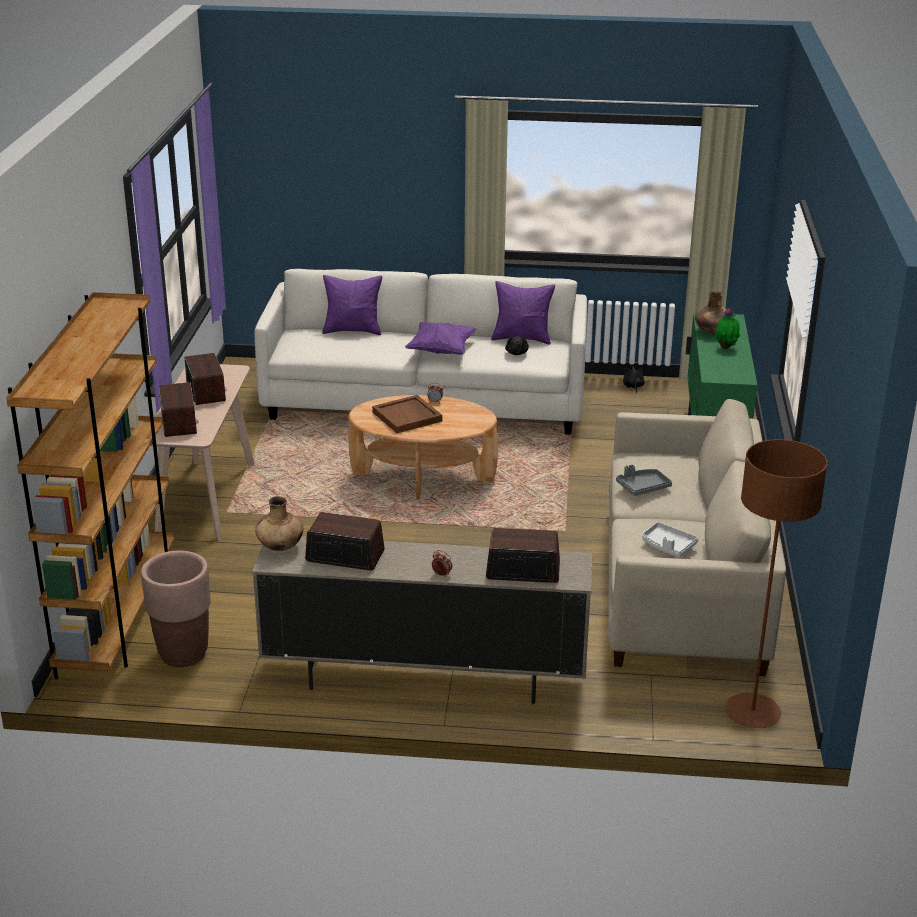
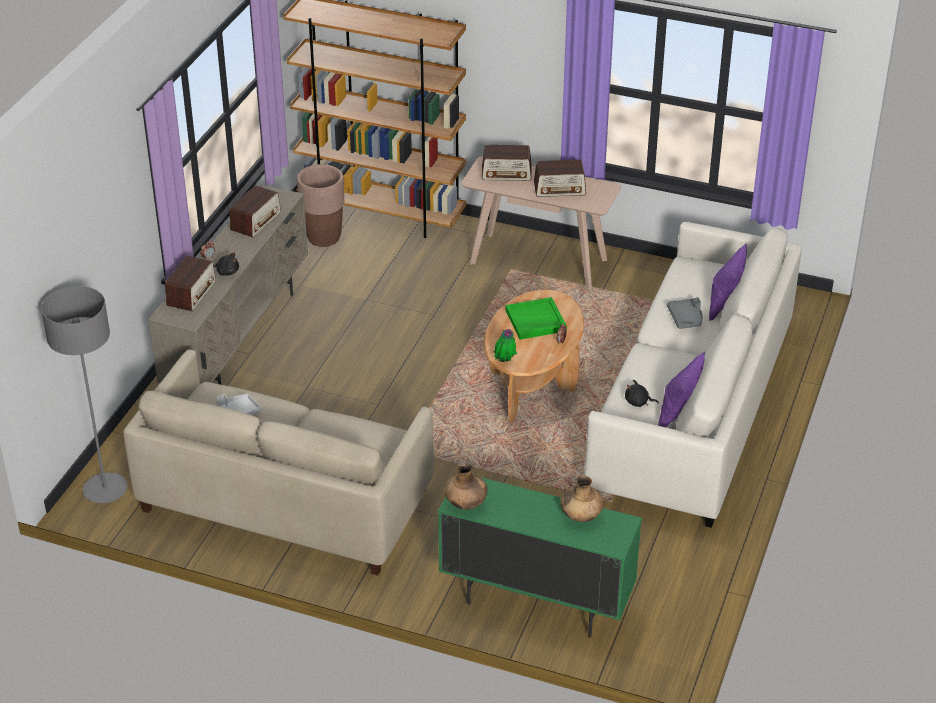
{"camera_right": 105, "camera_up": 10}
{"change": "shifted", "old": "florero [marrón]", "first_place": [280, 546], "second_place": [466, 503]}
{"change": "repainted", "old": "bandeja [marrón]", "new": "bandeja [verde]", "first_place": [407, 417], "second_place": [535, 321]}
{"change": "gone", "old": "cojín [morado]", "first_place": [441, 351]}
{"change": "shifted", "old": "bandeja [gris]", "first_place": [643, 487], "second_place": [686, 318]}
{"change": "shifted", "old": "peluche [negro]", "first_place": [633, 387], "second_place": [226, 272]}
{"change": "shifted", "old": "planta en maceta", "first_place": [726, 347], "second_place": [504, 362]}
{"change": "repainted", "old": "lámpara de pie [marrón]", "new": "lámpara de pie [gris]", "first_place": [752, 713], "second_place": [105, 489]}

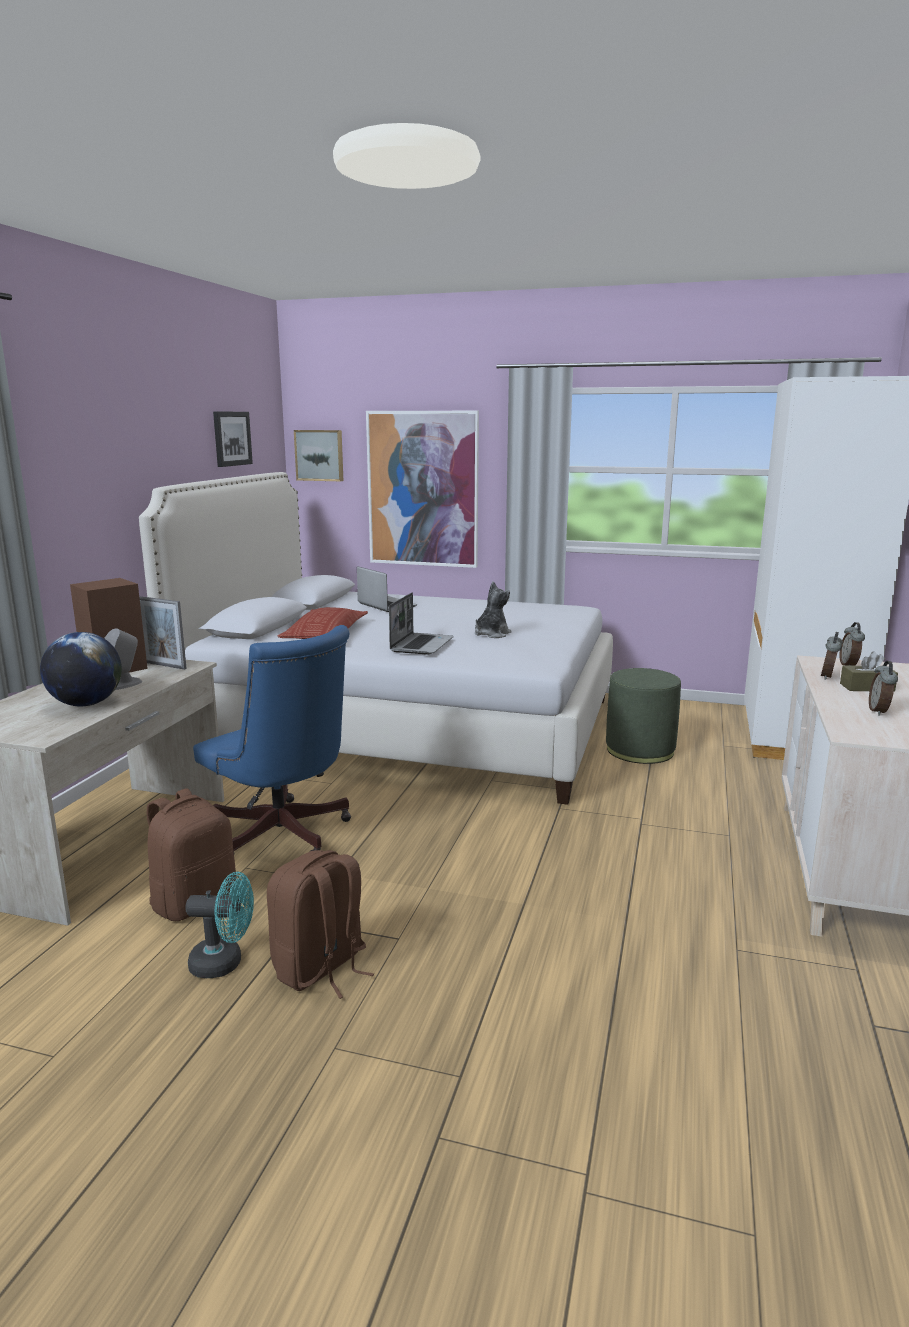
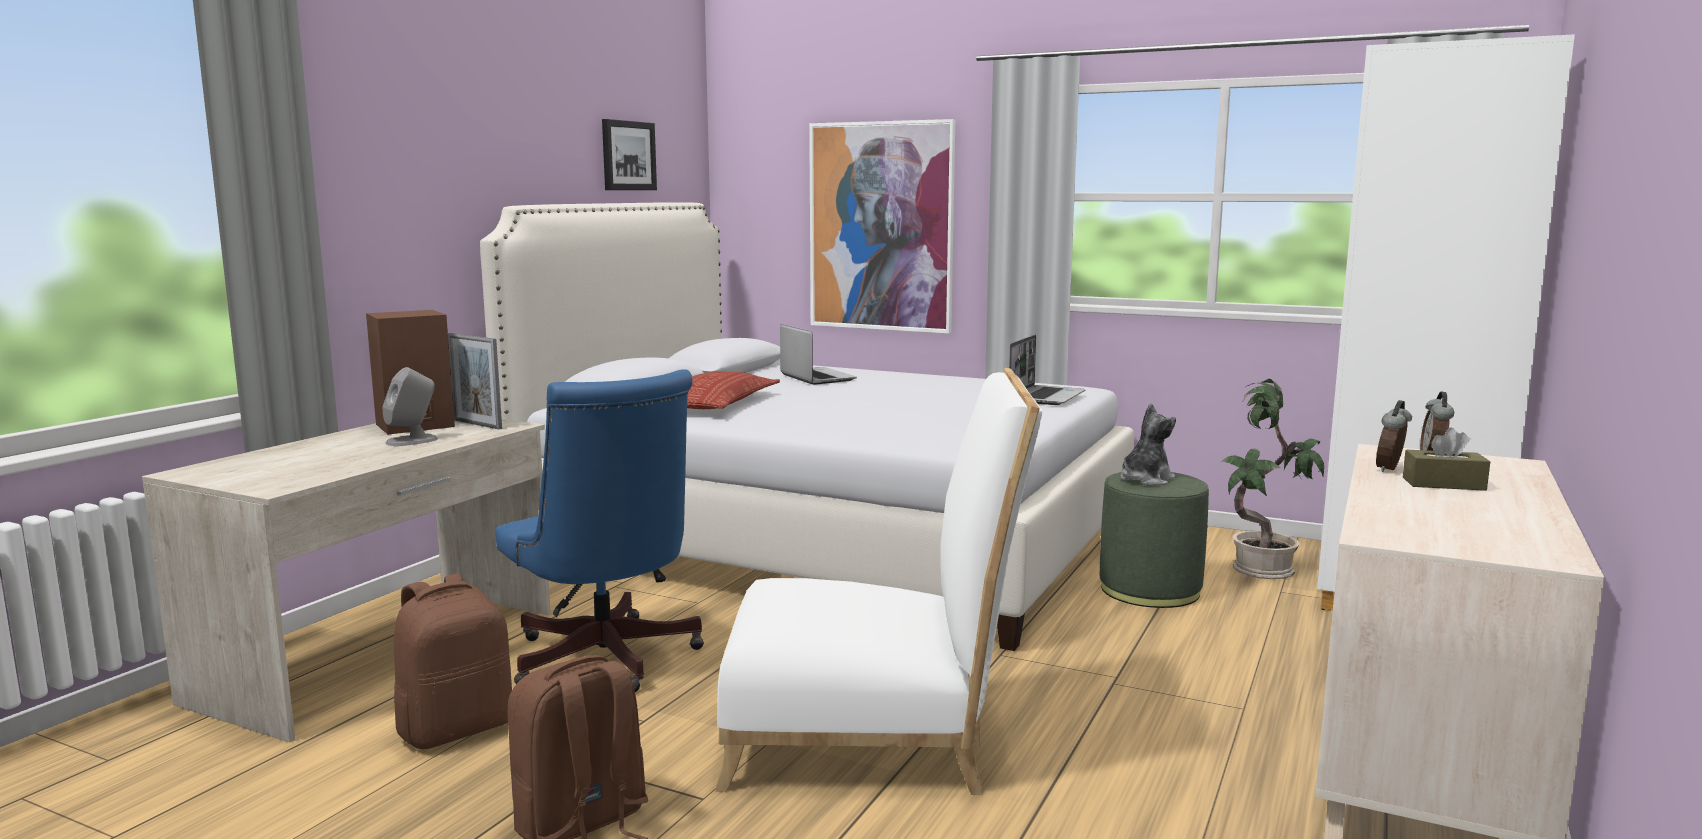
{"camera_right": 10, "camera_up": -5}
{"change": "gone", "old": "globo terráqueo", "first_place": [86, 704]}
{"change": "gone", "old": "ventilador [turquesa]", "first_place": [224, 963]}
{"change": "gone", "old": "cuadro", "first_place": [319, 455]}
{"change": "shifted", "old": "portátil", "first_place": [421, 645], "second_place": [1046, 397]}
{"change": "shifted", "old": "peluche", "first_place": [491, 634], "second_place": [1145, 480]}
{"change": "gone", "old": "despertador", "first_place": [879, 711]}
{"change": "new", "new": "silla [blanco]", "second_place": [873, 737]}
{"change": "new", "new": "planta en maceta", "second_place": [1264, 571]}

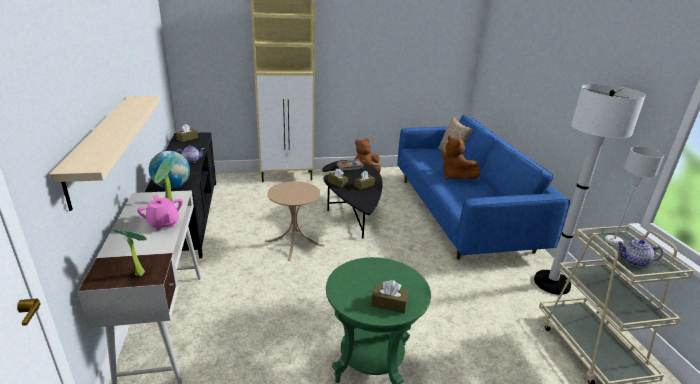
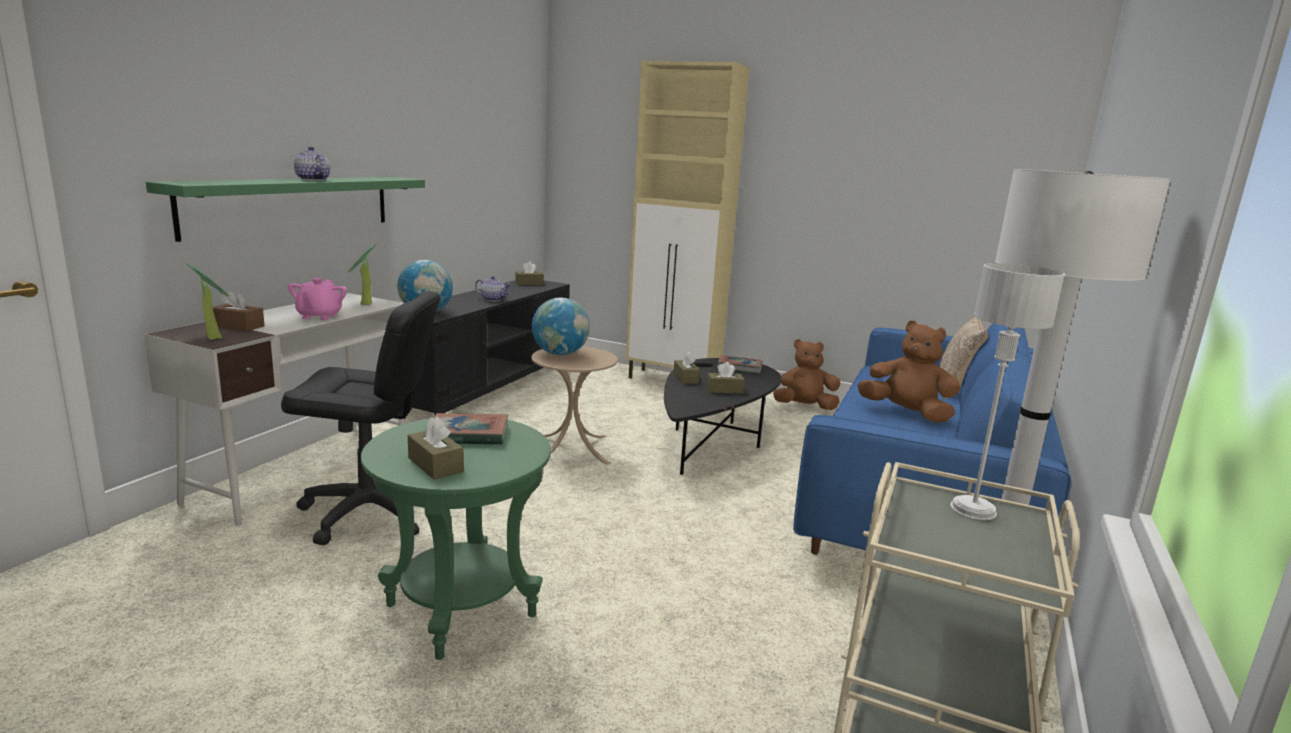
{"camera_right": 35, "camera_up": -10}
{"change": "repainted", "old": "estante [beis]", "new": "estante [verde]", "first_place": [101, 145], "second_place": [292, 204]}
{"change": "rotated", "old": "peluche [marrón]", "first_place": [455, 176], "second_place": [906, 413], "degrees": 120}
{"change": "shifted", "old": "tetera", "first_place": [634, 261], "second_place": [312, 179]}
{"change": "new", "new": "caja de pañuelos [marrón]", "second_place": [238, 326]}
{"change": "new", "new": "silla de oficina [negro]", "second_place": [370, 512]}
{"change": "new", "new": "libro", "second_place": [468, 435]}
{"change": "new", "new": "globo terráqueo", "second_place": [560, 354]}

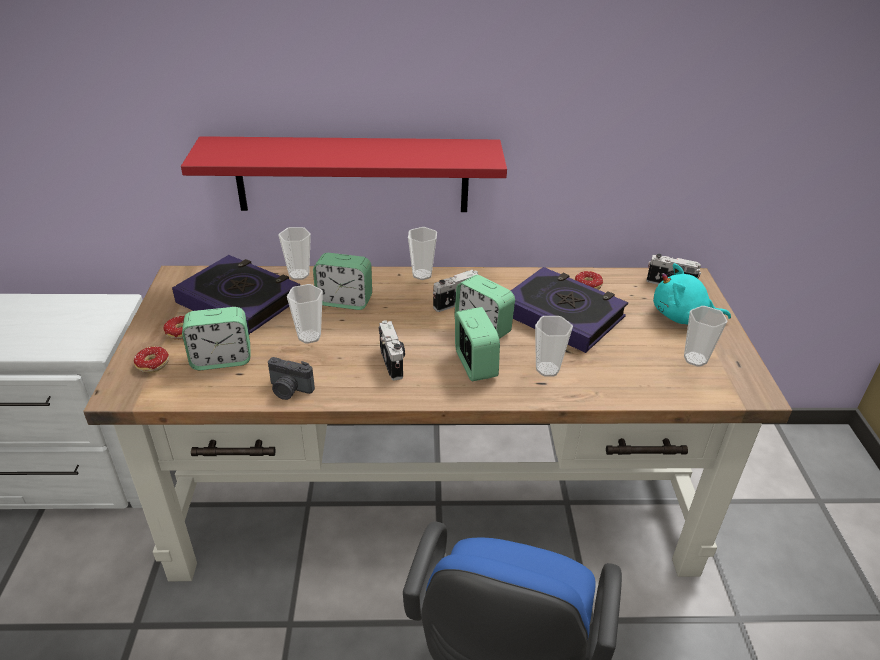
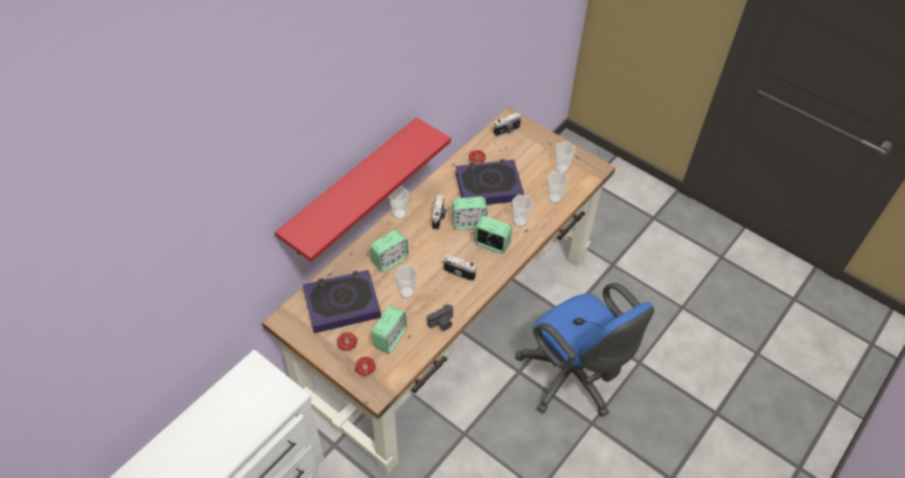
{"camera_right": -50, "camera_up": 15}
{"change": "shifted", "old": "taza", "first_place": [299, 274], "second_place": [554, 198]}
{"change": "gone", "old": "peluche [turquesa]", "first_place": [682, 316]}

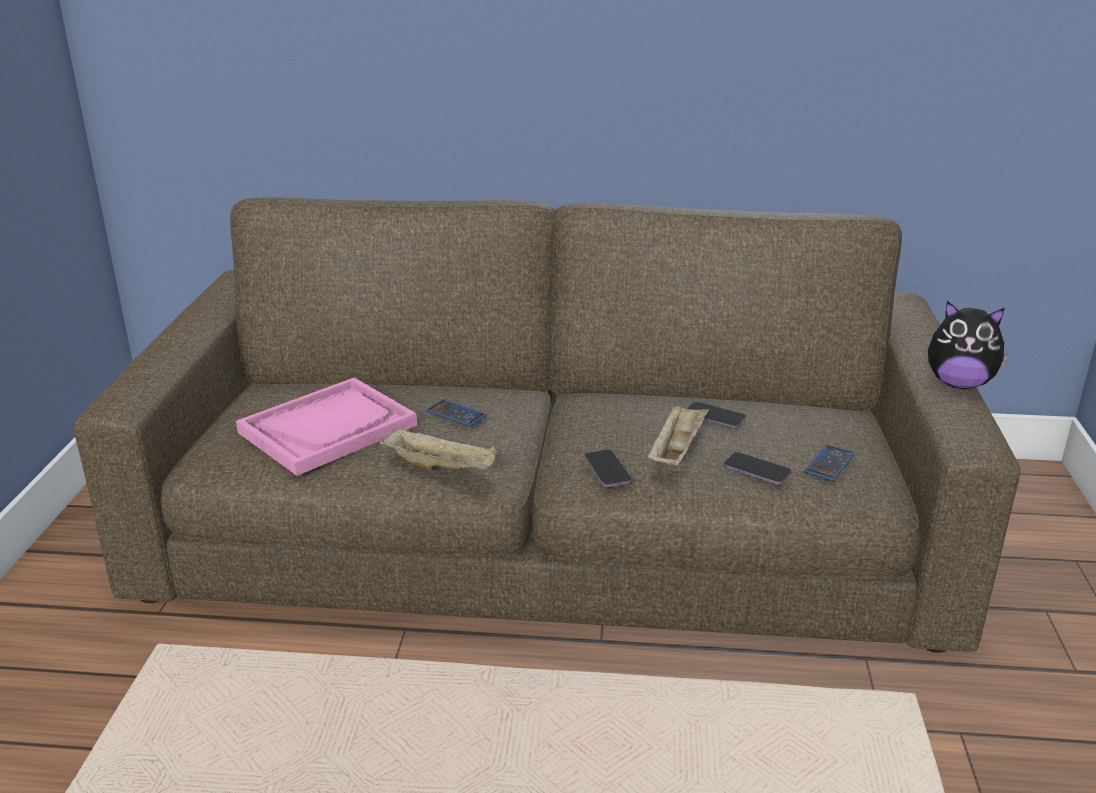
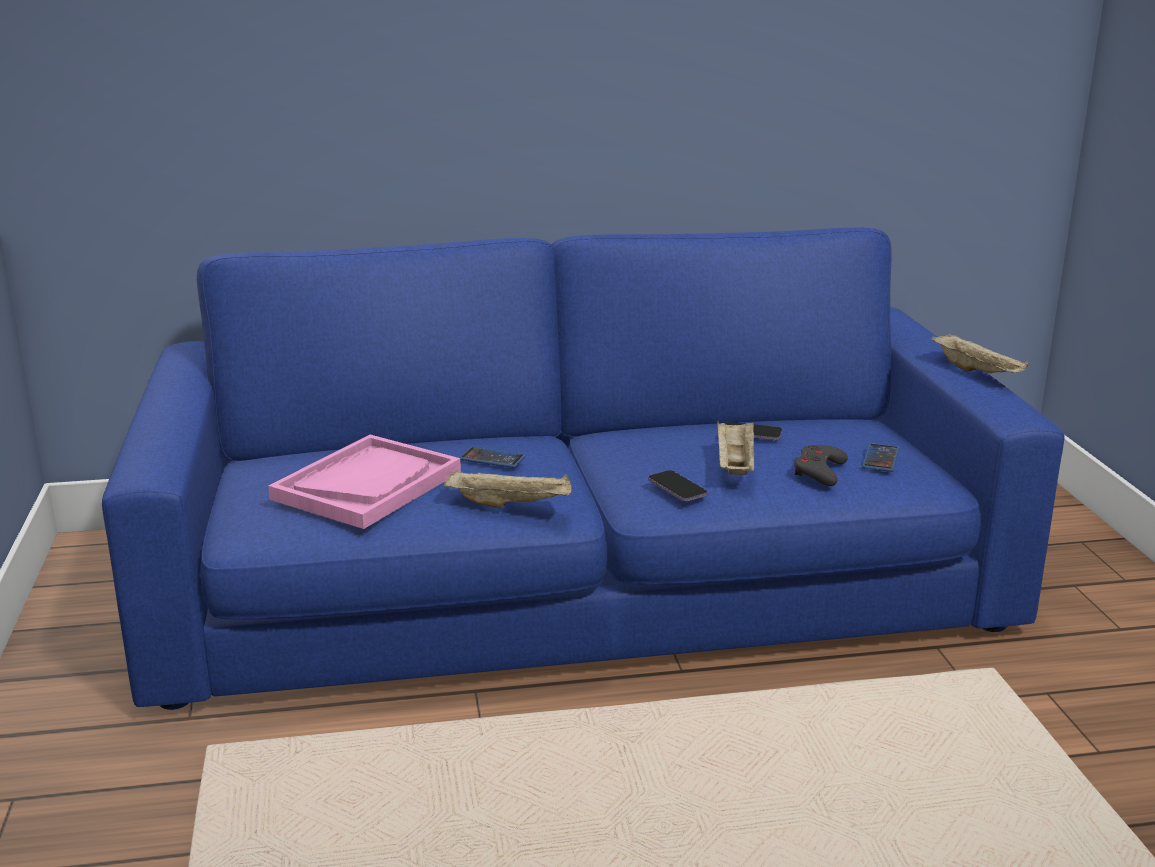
{"camera_right": -15, "camera_up": -5}
{"change": "repainted", "old": "sofá [marrón]", "new": "sofá [azul]", "first_place": [548, 529], "second_place": [577, 582]}
{"change": "swapped", "old": "móvil", "new": "mando de consola [gris]", "first_place": [757, 471], "second_place": [819, 471]}
{"change": "swapped", "old": "peluche", "new": "bandeja [beis]", "first_place": [959, 383], "second_place": [978, 372]}

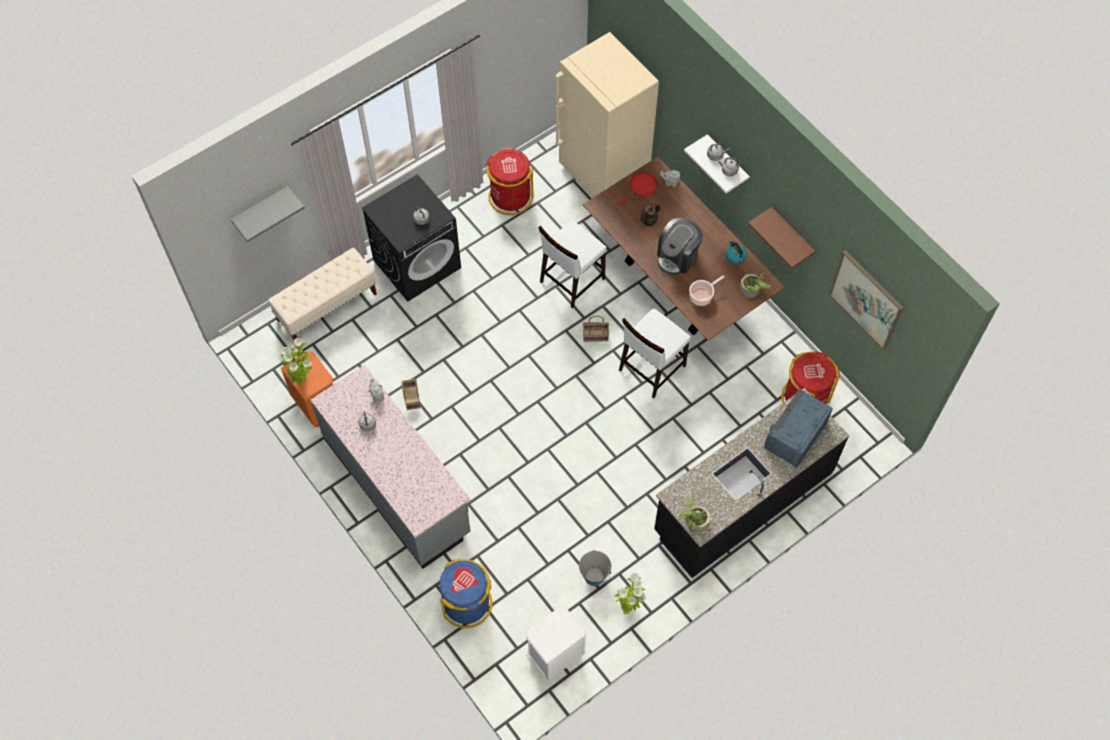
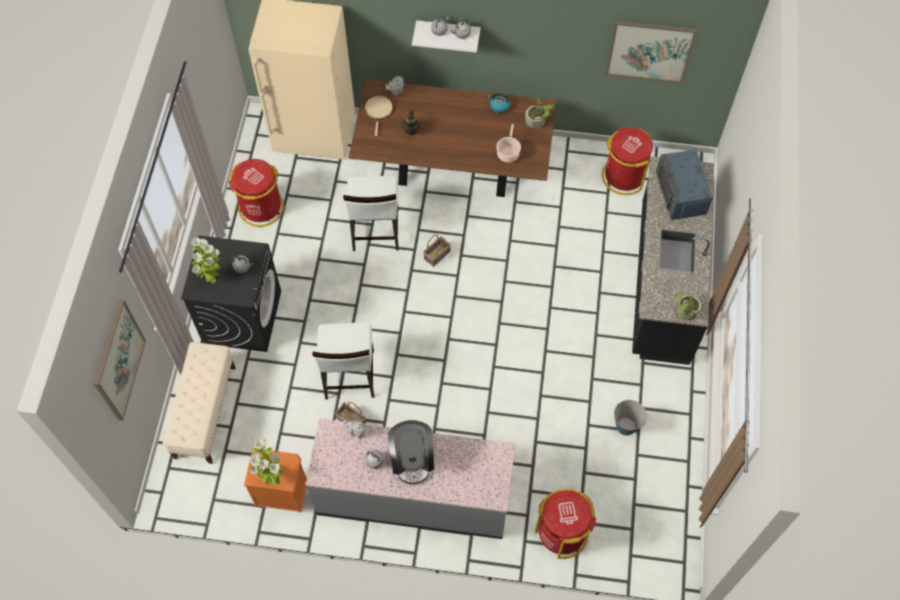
{"camera_right": -45, "camera_up": 0}
{"change": "swapped", "old": "estante [gris]", "new": "cuadro", "first_place": [261, 209], "second_place": [119, 360]}
{"change": "repainted", "old": "papelera [azul]", "new": "papelera [rojo]", "first_place": [467, 603], "second_place": [562, 532]}
{"change": "gone", "old": "mesita de noche [blanco]", "first_place": [554, 656]}
{"change": "shifted", "old": "planta en maceta", "first_place": [628, 606], "second_place": [211, 278]}
{"change": "repainted", "old": "sartén [rojo]", "new": "sartén [beis]", "first_place": [641, 187], "second_place": [378, 111]}
{"change": "shifted", "old": "silla [blanco]", "first_place": [651, 368], "second_place": [349, 375]}
{"change": "shifted", "old": "cafetera", "first_place": [677, 256], "second_place": [412, 459]}
{"change": "gone", "old": "estante [marrón]", "first_place": [791, 235]}

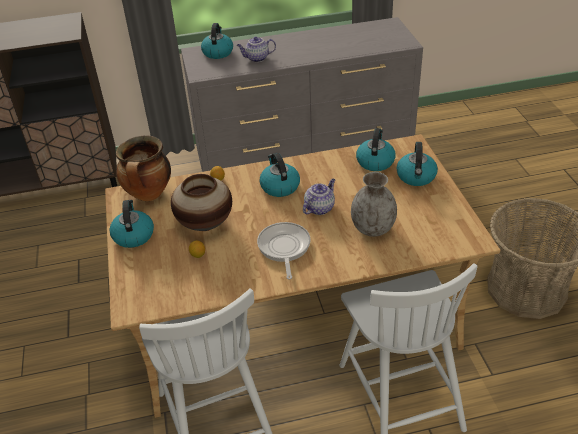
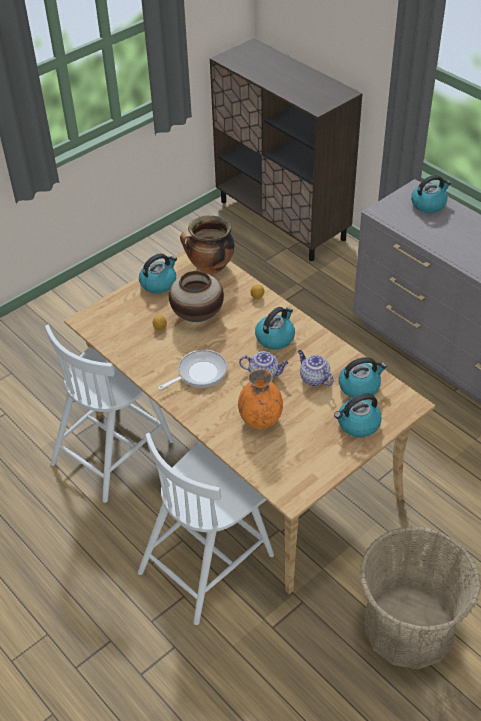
{"camera_right": 60, "camera_up": 5}
{"change": "shifted", "old": "tetera", "first_place": [257, 58], "second_place": [313, 378]}
{"change": "repainted", "old": "florero [gris]", "new": "florero [naranja]", "first_place": [372, 229], "second_place": [260, 419]}

